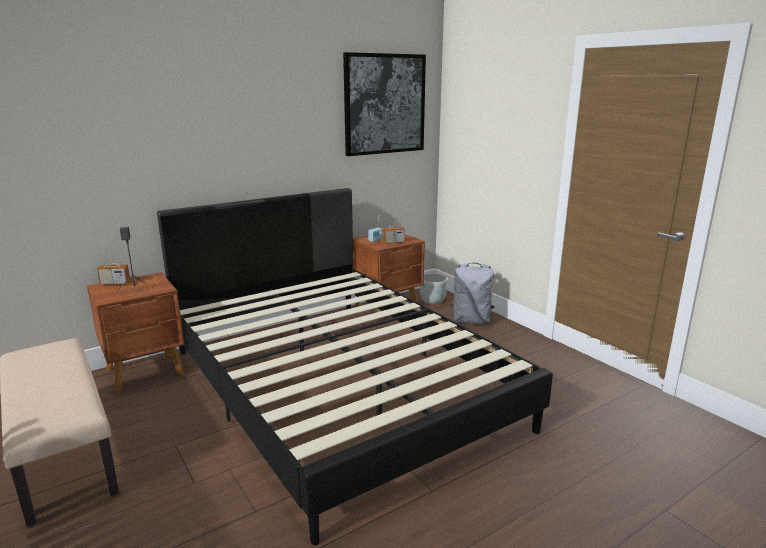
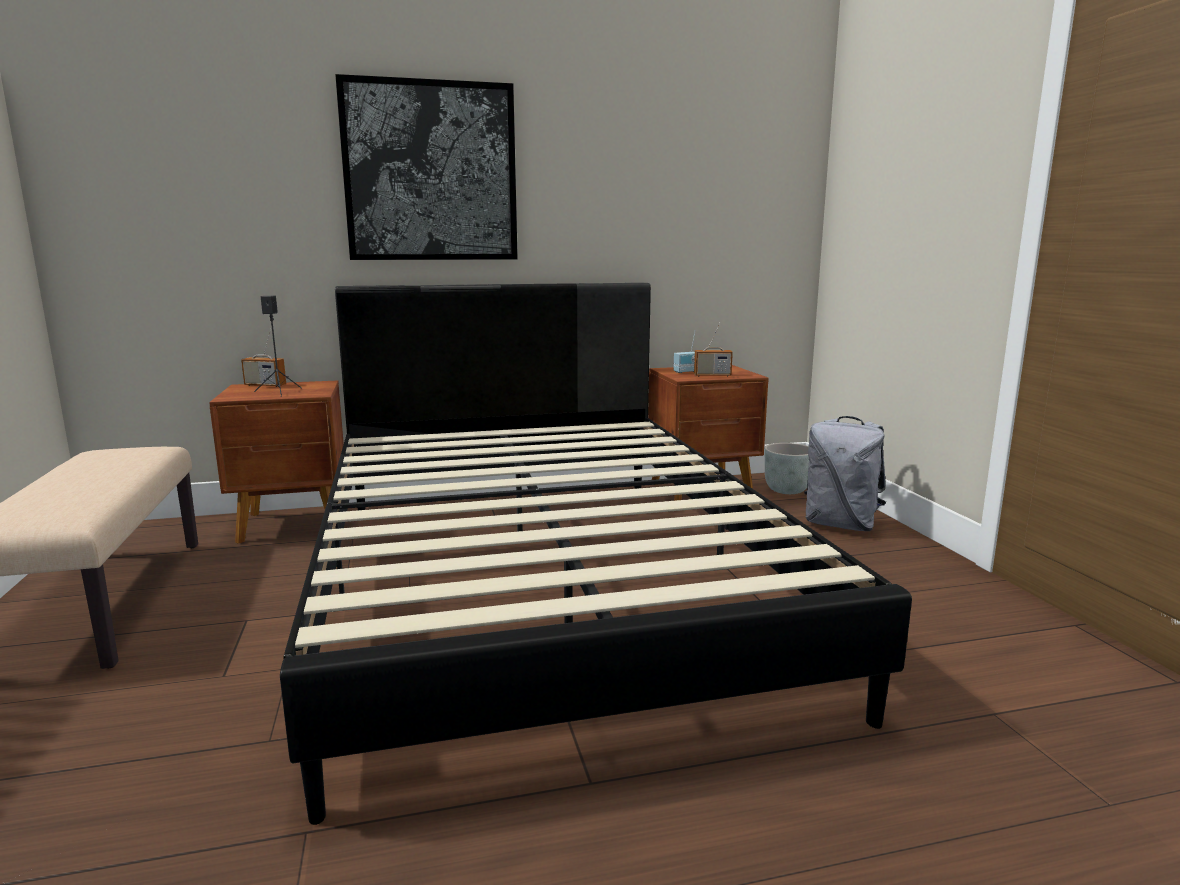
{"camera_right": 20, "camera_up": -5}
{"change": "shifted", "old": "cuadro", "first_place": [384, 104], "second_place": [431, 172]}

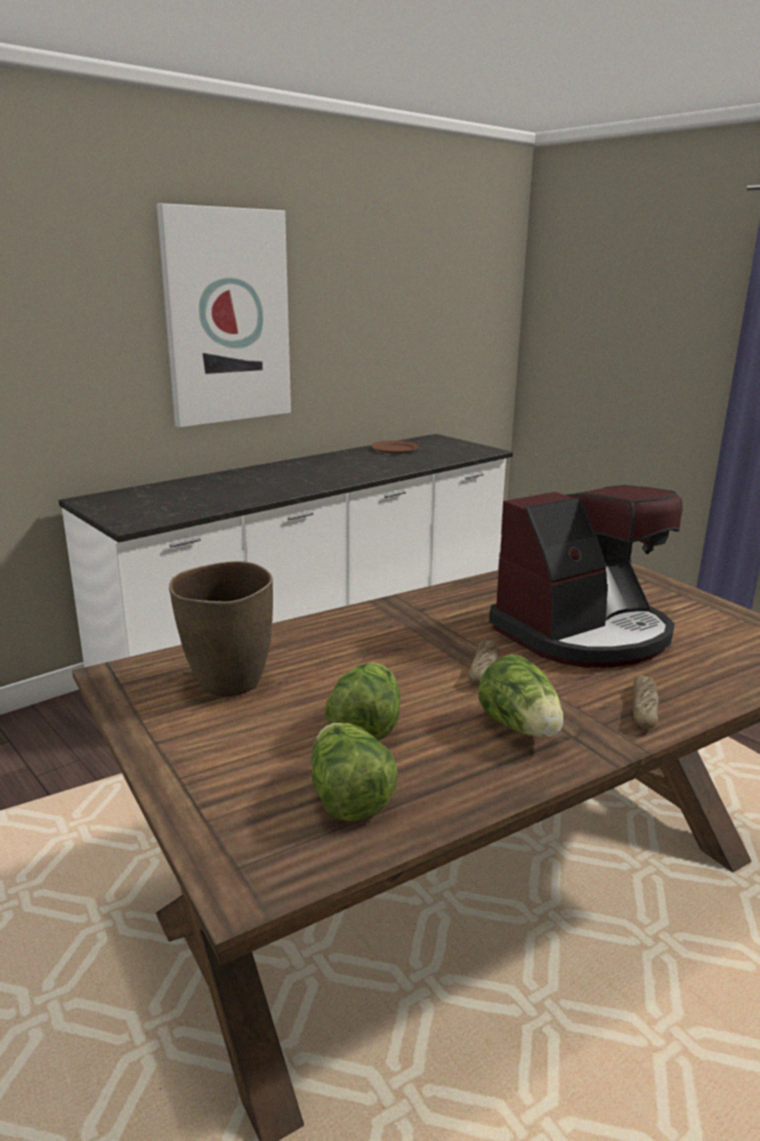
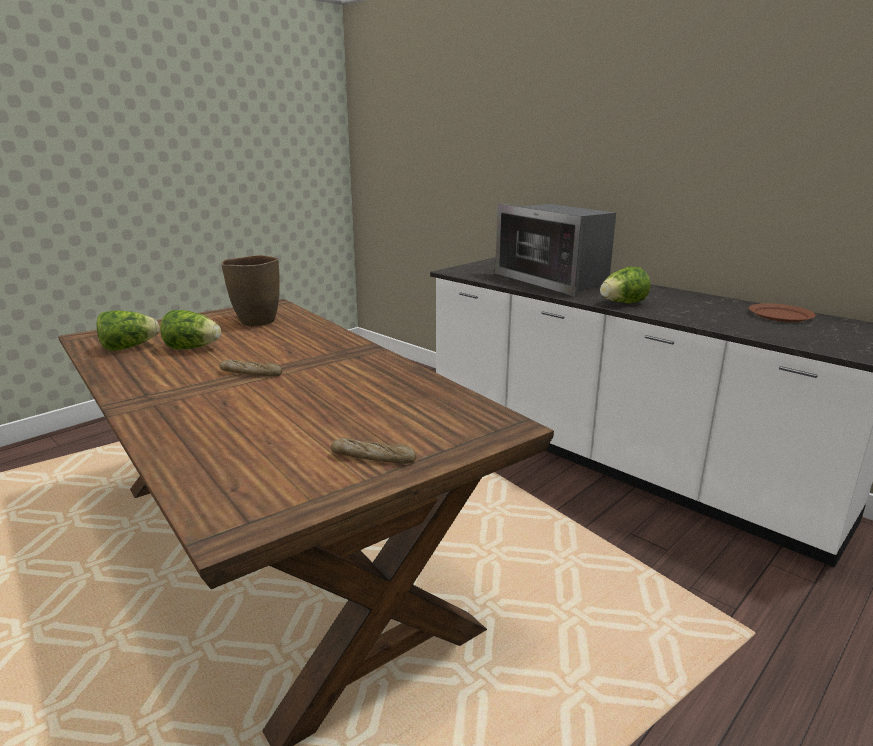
{"camera_right": 85, "camera_up": 0}
{"change": "gone", "old": "cuadro", "first_place": [227, 317]}
{"change": "shifted", "old": "lechuga", "first_place": [520, 728], "second_place": [622, 303]}
{"change": "gone", "old": "cafetera", "first_place": [583, 633]}
{"change": "shifted", "old": "pan", "first_place": [643, 708], "second_place": [373, 458]}
{"change": "new", "new": "microondas", "second_place": [554, 280]}

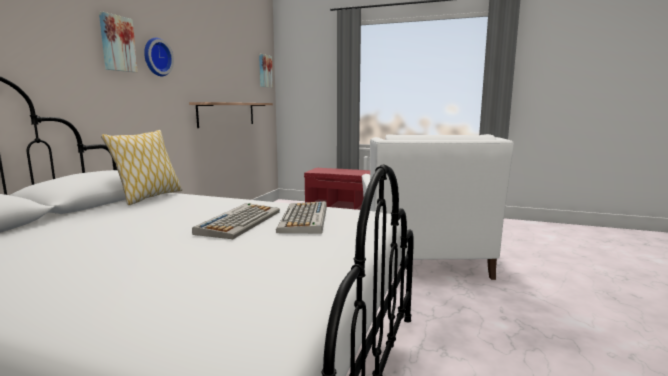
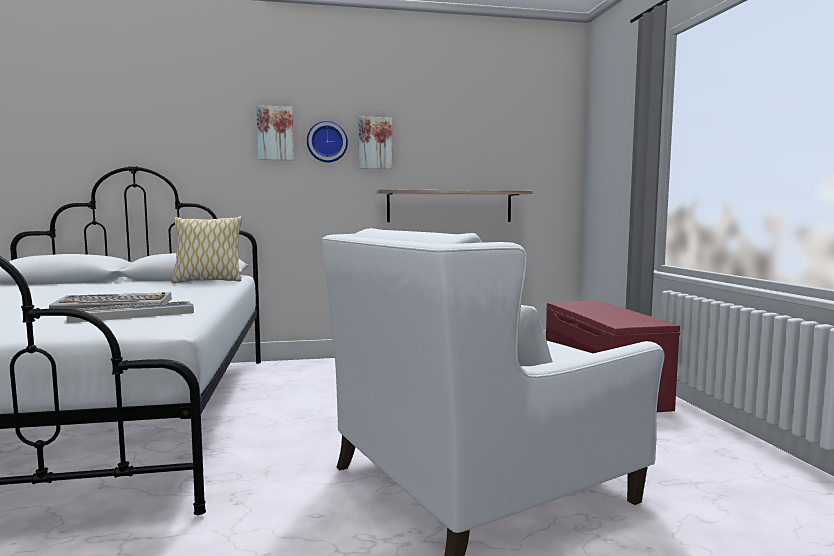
{"camera_right": 60, "camera_up": -5}
{"change": "shifted", "old": "cuadro", "first_place": [264, 71], "second_place": [375, 143]}

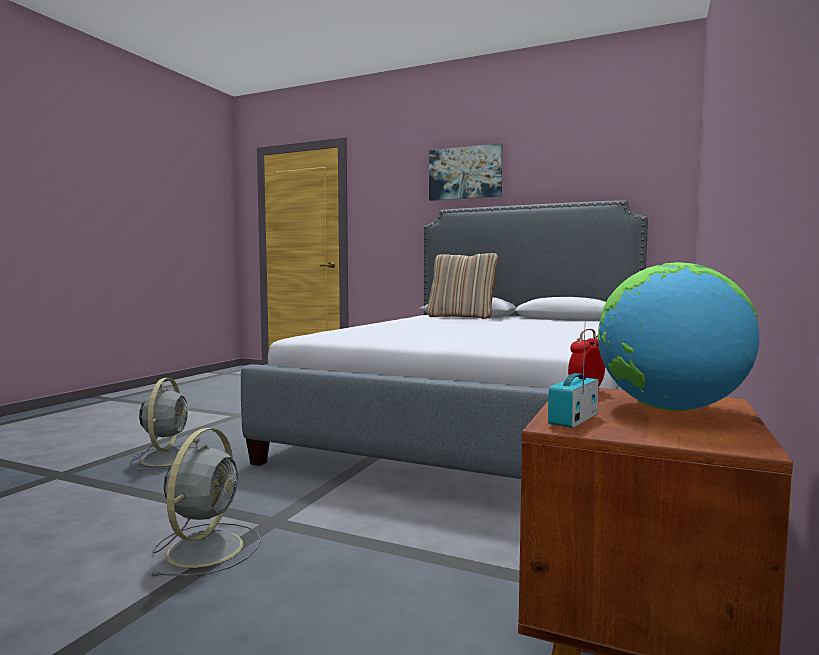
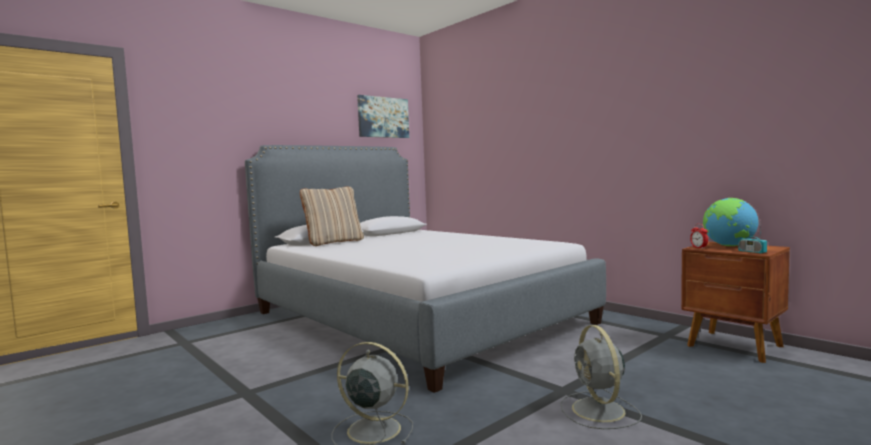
{"camera_right": -65, "camera_up": 0}
{"change": "rotated", "old": "ventilador [gris]", "first_place": [207, 547], "second_place": [599, 411], "degrees": -135}
{"change": "shifted", "old": "cuadro", "first_place": [465, 173], "second_place": [383, 117]}

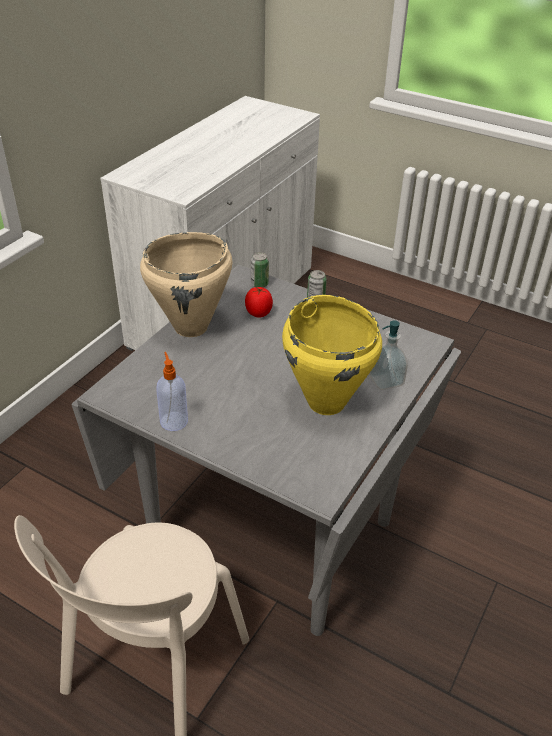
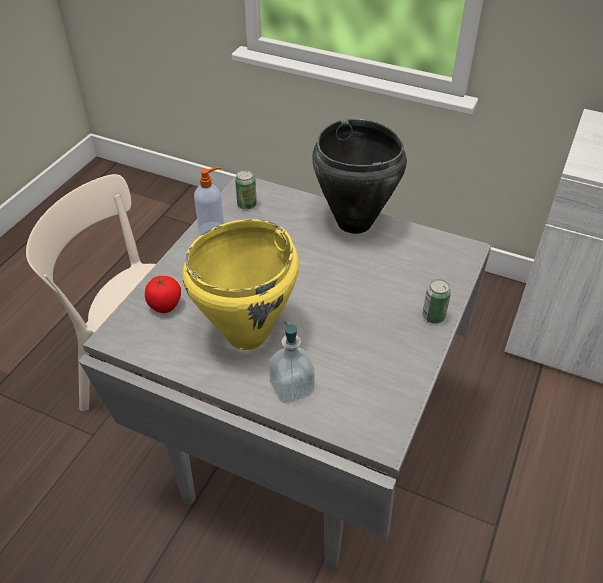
{"camera_right": 85, "camera_up": 5}
{"change": "repainted", "old": "olla [beis]", "new": "olla [negro]", "first_place": [191, 327], "second_place": [354, 223]}
{"change": "shifted", "old": "tomate", "first_place": [258, 313], "second_place": [165, 306]}
{"change": "shifted", "old": "lata", "first_place": [259, 284], "second_place": [247, 205]}

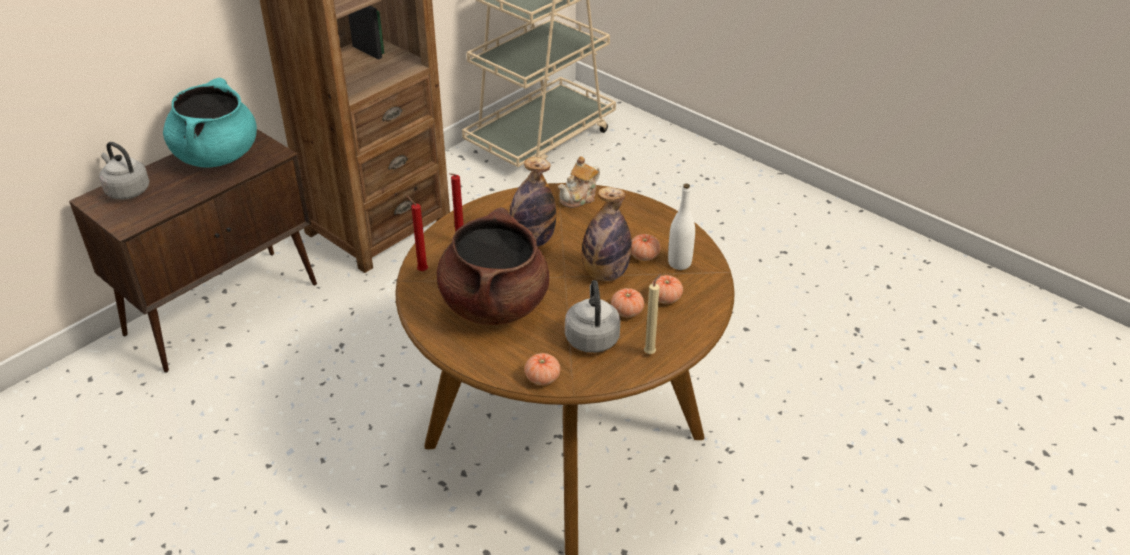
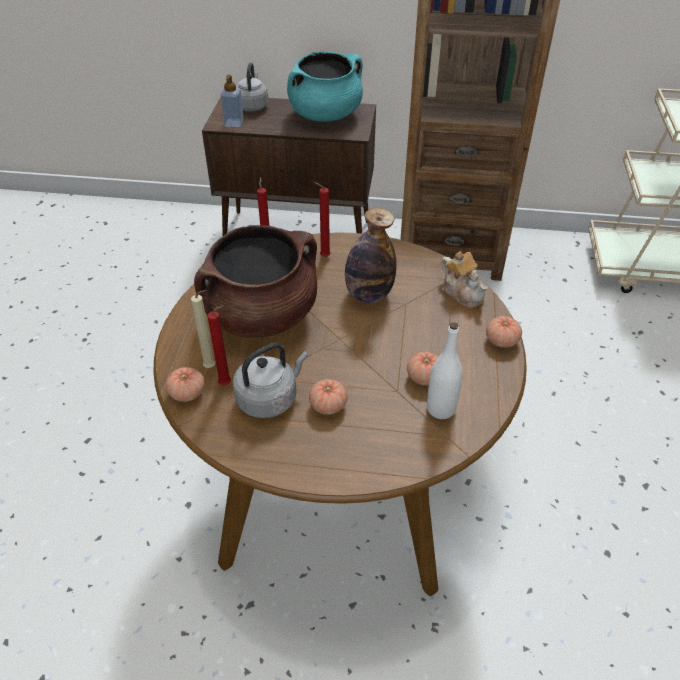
{"camera_right": 55, "camera_up": 5}
{"change": "rotated", "old": "tetera", "first_place": [579, 197], "second_place": [462, 292], "degrees": -135}
{"change": "gone", "old": "botella", "first_place": [605, 274]}
{"change": "shifted", "old": "vela [beis]", "first_place": [651, 352], "second_place": [211, 367]}
{"change": "shifted", "old": "tomate", "first_place": [665, 298], "second_place": [501, 340]}
{"change": "new", "new": "vela [rojo]", "second_place": [227, 384]}
{"change": "new", "new": "dispensador de jabón", "second_place": [234, 123]}

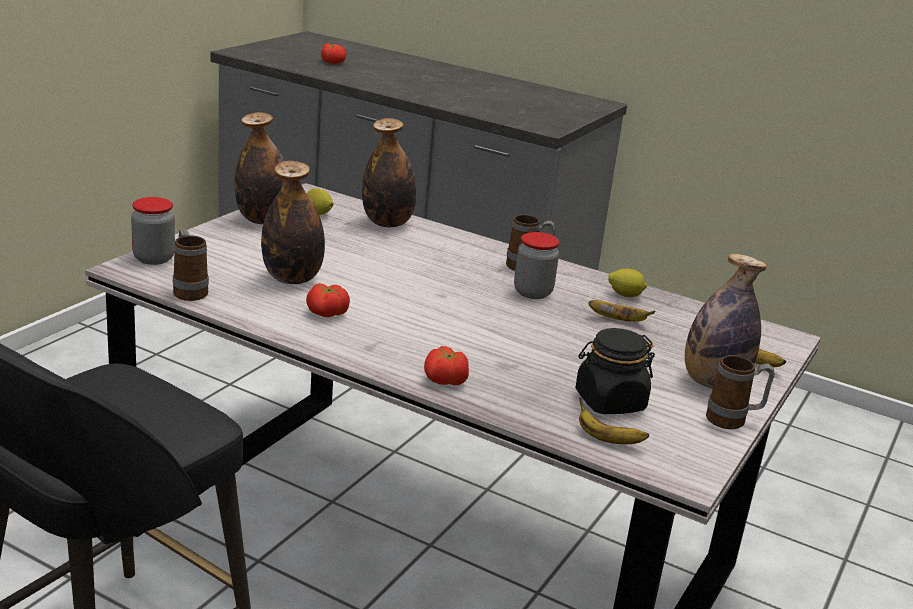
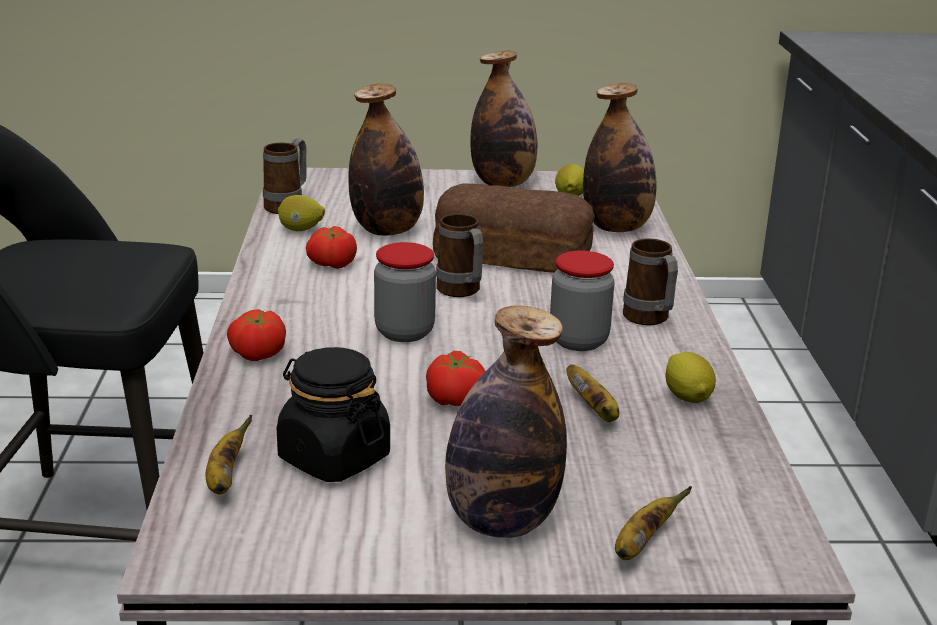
{"camera_right": 60, "camera_up": 0}
{"change": "shifted", "old": "tarro", "first_place": [154, 258], "second_place": [404, 332]}
{"change": "shifted", "old": "tomate", "first_place": [333, 62], "second_place": [456, 398]}
{"change": "shifted", "old": "taza grande", "first_place": [733, 421], "second_place": [462, 292]}
{"change": "new", "new": "limón", "second_place": [300, 230]}
{"change": "new", "new": "pan", "second_place": [511, 253]}

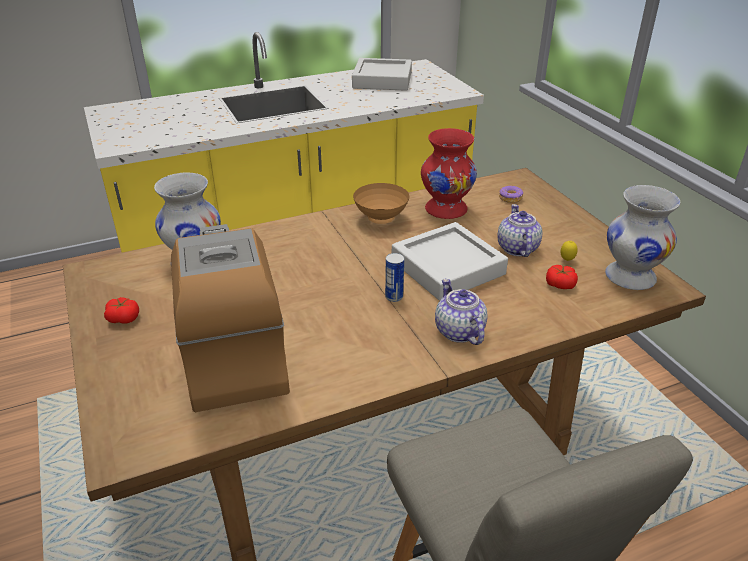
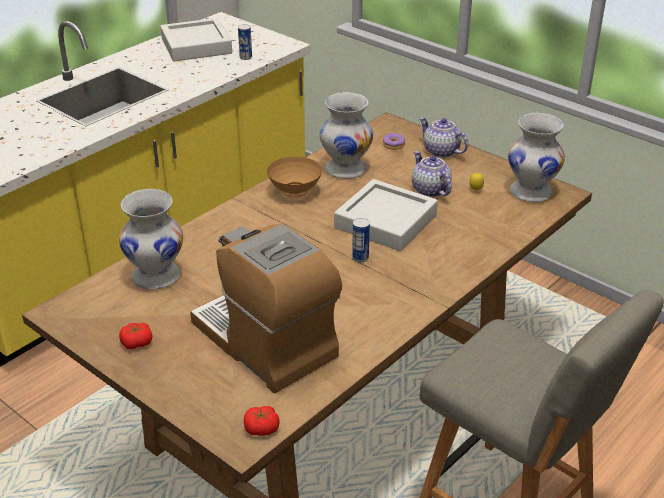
{"camera_right": -25, "camera_up": 0}
{"change": "repainted", "old": "florero [rojo]", "new": "florero [blanco]", "first_place": [445, 210], "second_place": [346, 170]}
{"change": "shifted", "old": "tetera", "first_place": [458, 331], "second_place": [440, 151]}
{"change": "shifted", "old": "tomate", "first_place": [560, 284], "second_place": [262, 428]}
{"change": "new", "new": "lata", "second_place": [245, 57]}

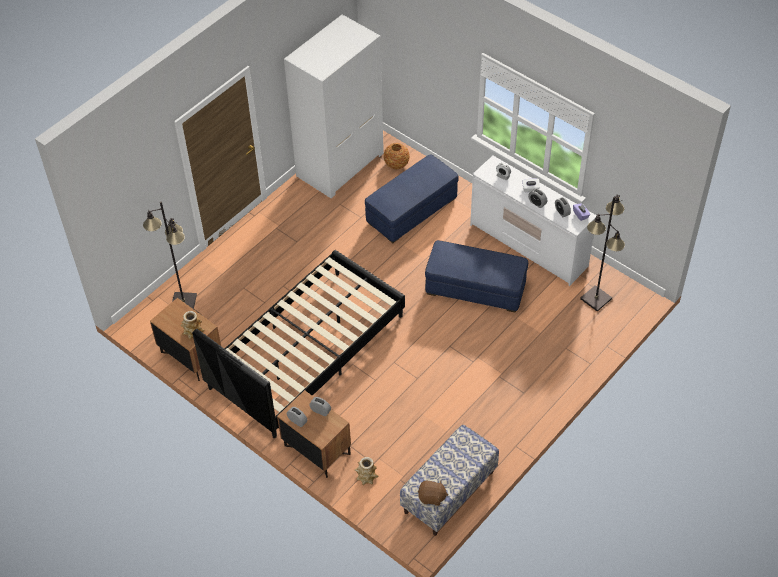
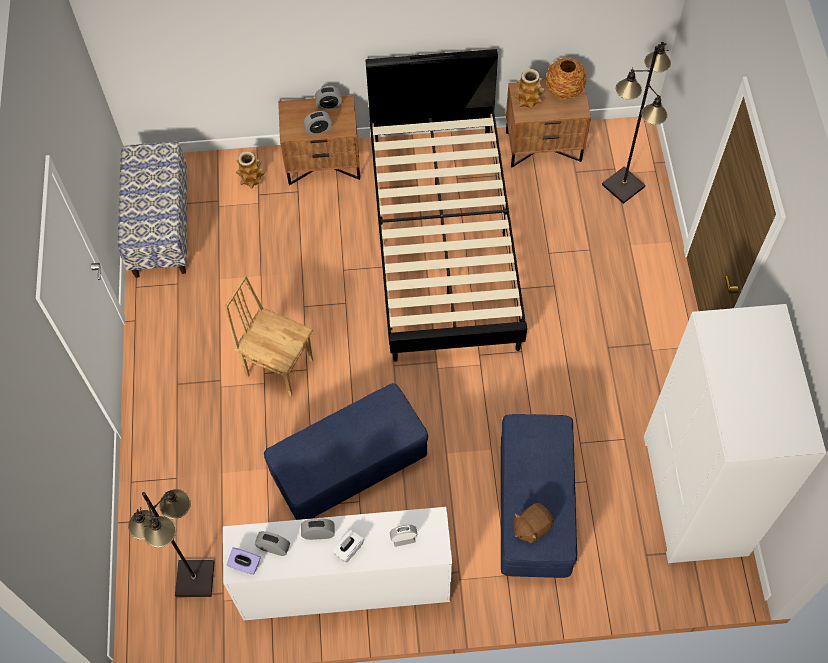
{"camera_right": 135, "camera_up": 10}
{"change": "shifted", "old": "florero", "first_place": [396, 164], "second_place": [564, 91]}
{"change": "shifted", "old": "peluche [marrón]", "first_place": [432, 497], "second_place": [531, 527]}
{"change": "new", "new": "silla [marrón]", "second_place": [279, 366]}

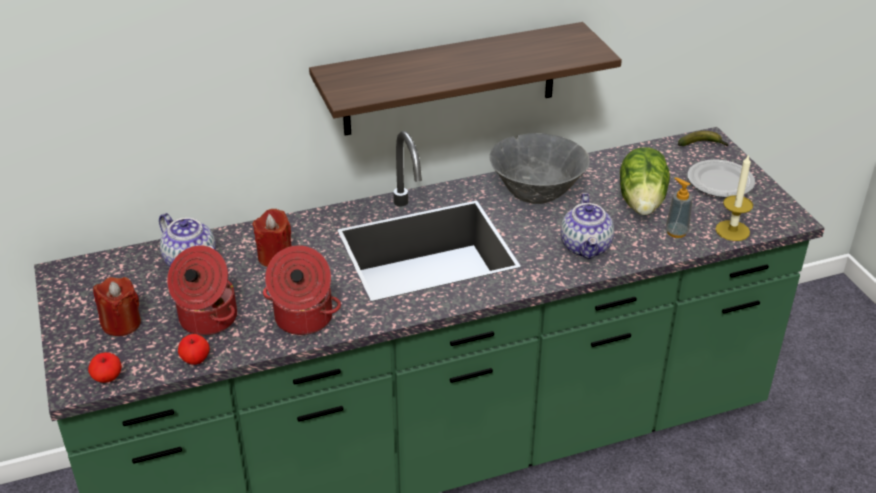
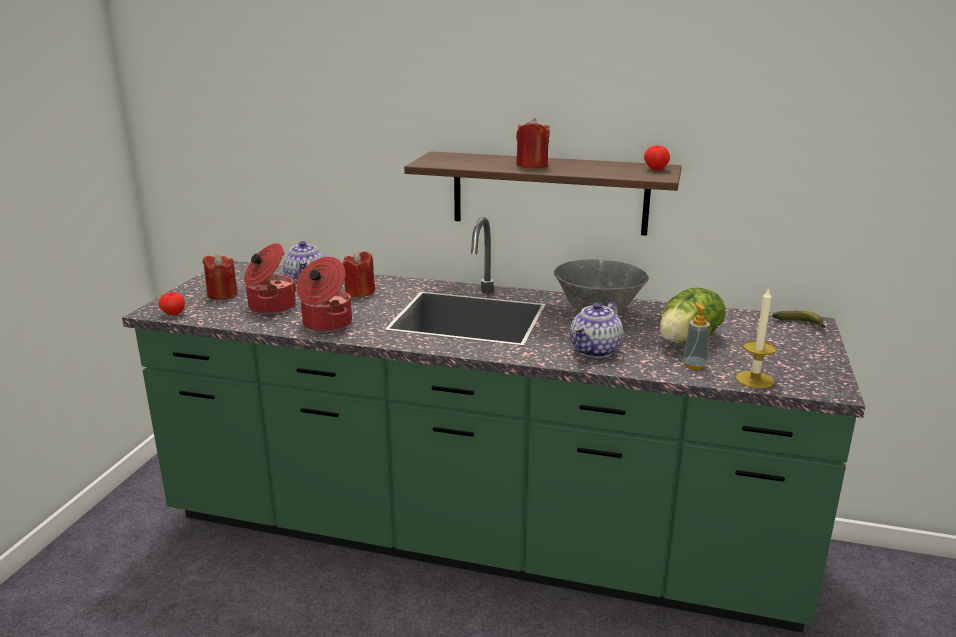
{"camera_right": 35, "camera_up": -15}
{"change": "shifted", "old": "manzana", "first_place": [195, 359], "second_place": [655, 169]}
{"change": "gone", "old": "plato", "first_place": [720, 181]}
{"change": "new", "new": "vela [rojo]", "second_place": [532, 165]}

